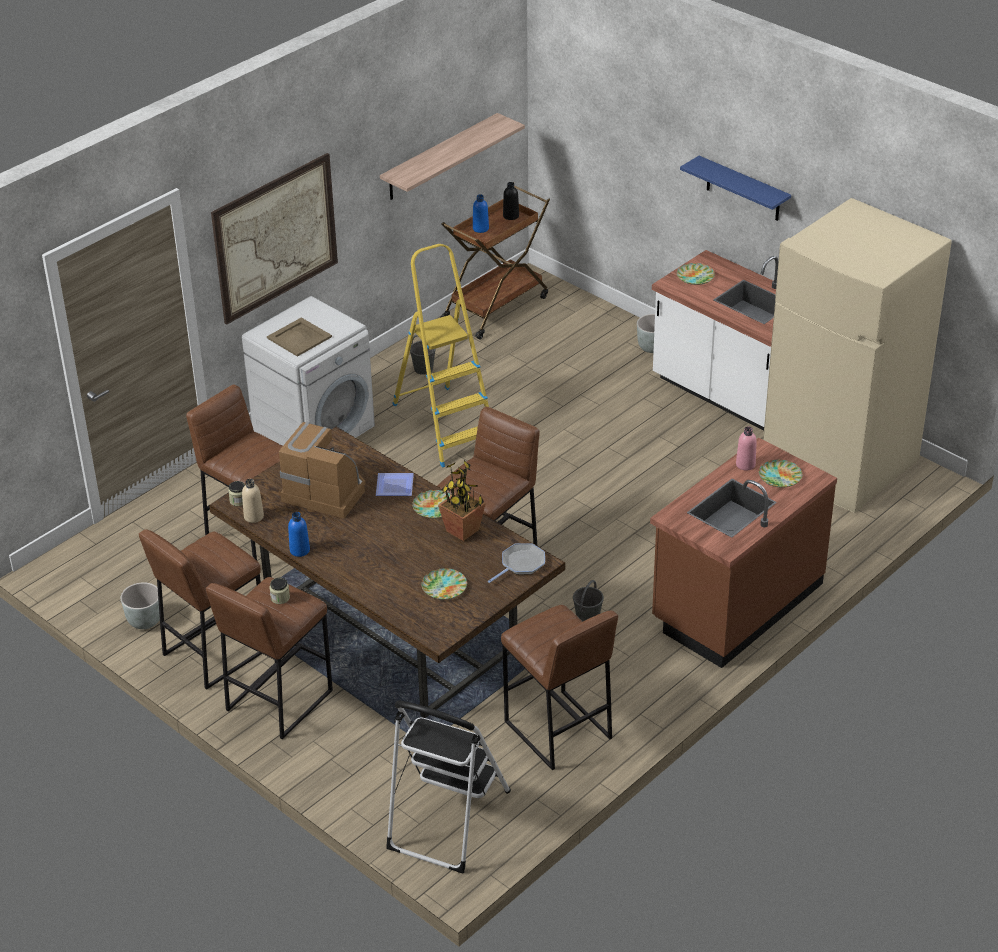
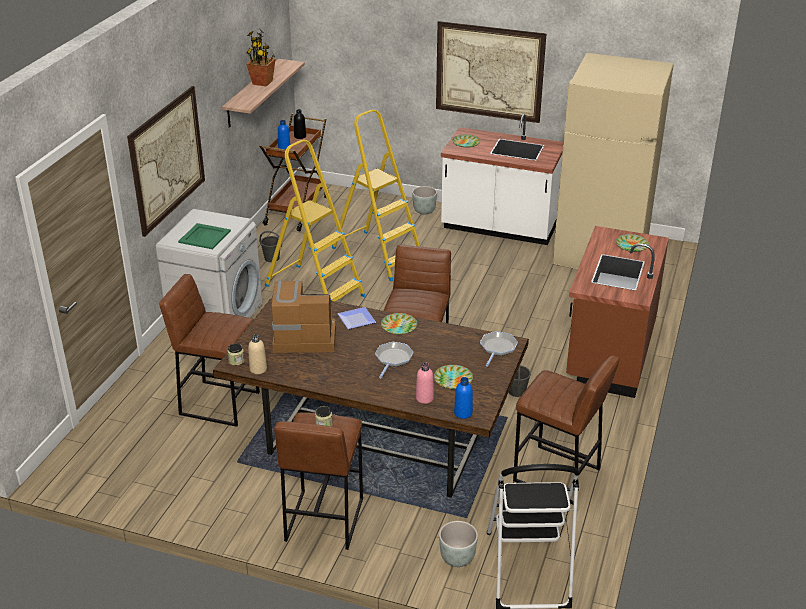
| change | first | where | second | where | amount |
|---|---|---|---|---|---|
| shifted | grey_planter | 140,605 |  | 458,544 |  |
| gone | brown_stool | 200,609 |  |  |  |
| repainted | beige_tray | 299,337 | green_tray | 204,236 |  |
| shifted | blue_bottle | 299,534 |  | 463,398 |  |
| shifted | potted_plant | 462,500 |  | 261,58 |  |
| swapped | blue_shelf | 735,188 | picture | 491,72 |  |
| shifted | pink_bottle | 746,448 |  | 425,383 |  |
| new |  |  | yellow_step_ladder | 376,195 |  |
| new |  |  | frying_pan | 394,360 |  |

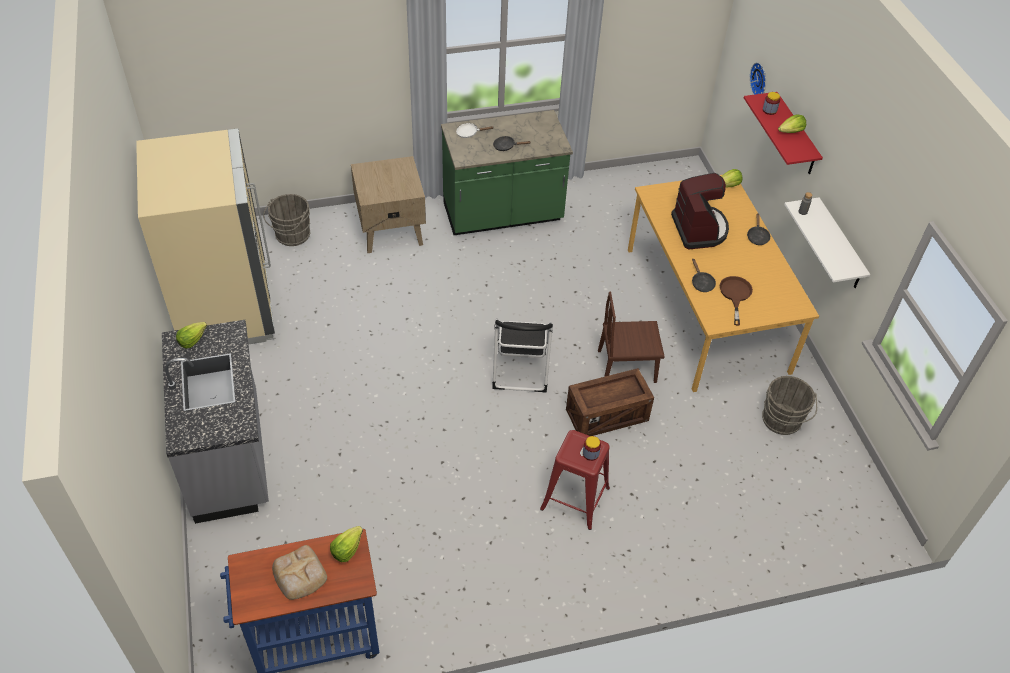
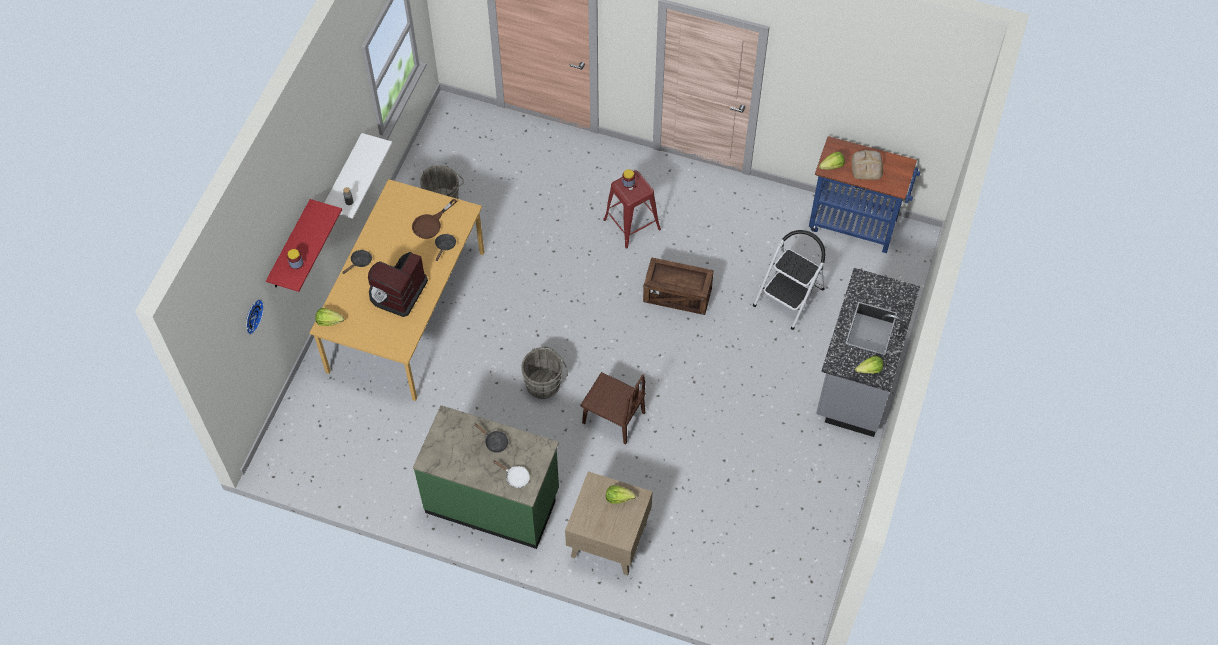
| change | first | where | second | where | amount |
|---|---|---|---|---|---|
| gone | beige_fridge | 205,237 |  |  |  |
| shifted | grey_bucket | 287,220 |  | 544,373 |  |
| shifted | step_ladder | 522,355 |  | 789,280 |  |
| shifted | crate | 610,402 |  | 678,286 |  |
| shifted | brown_chair | 631,337 |  | 613,408 |  |
| shifted | lettuce | 792,123 |  | 621,494 |  |

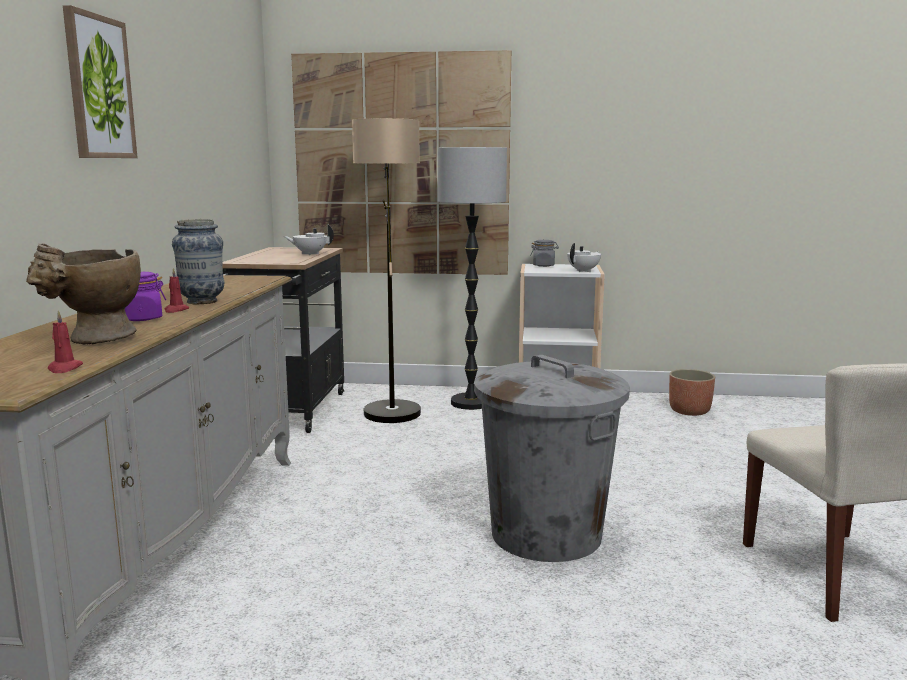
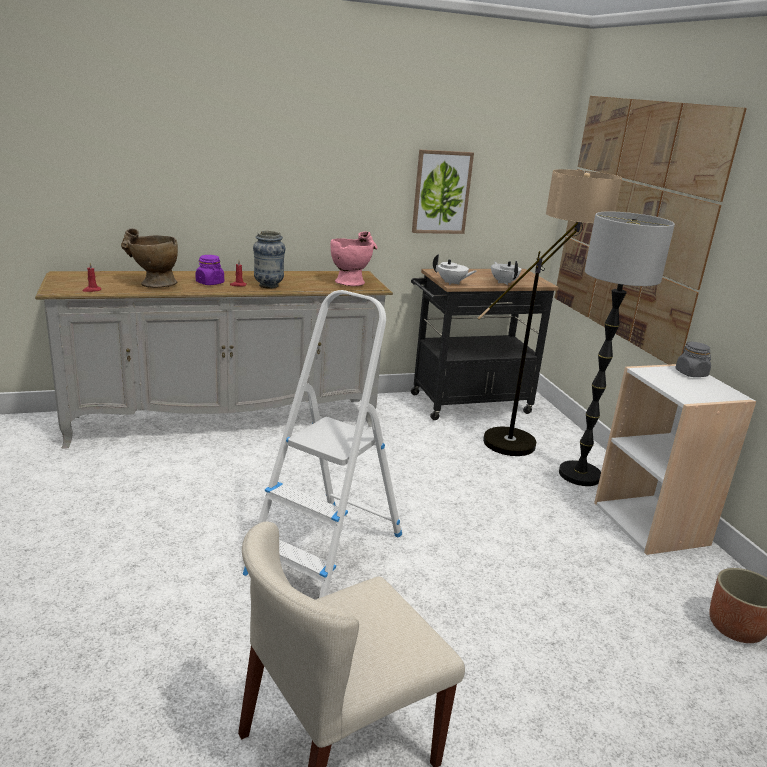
| change | first | where | second | where | amount |
|---|---|---|---|---|---|
| shifted | picture | 100,81 |  | 443,192 |  |
| swapped | grey_trash_can | 552,458 | white_step_ladder | 322,444 |  |
| shifted | white_teapot | 584,257 |  | 455,269 |  |
| new |  |  | pink_vase | 354,259 |  |

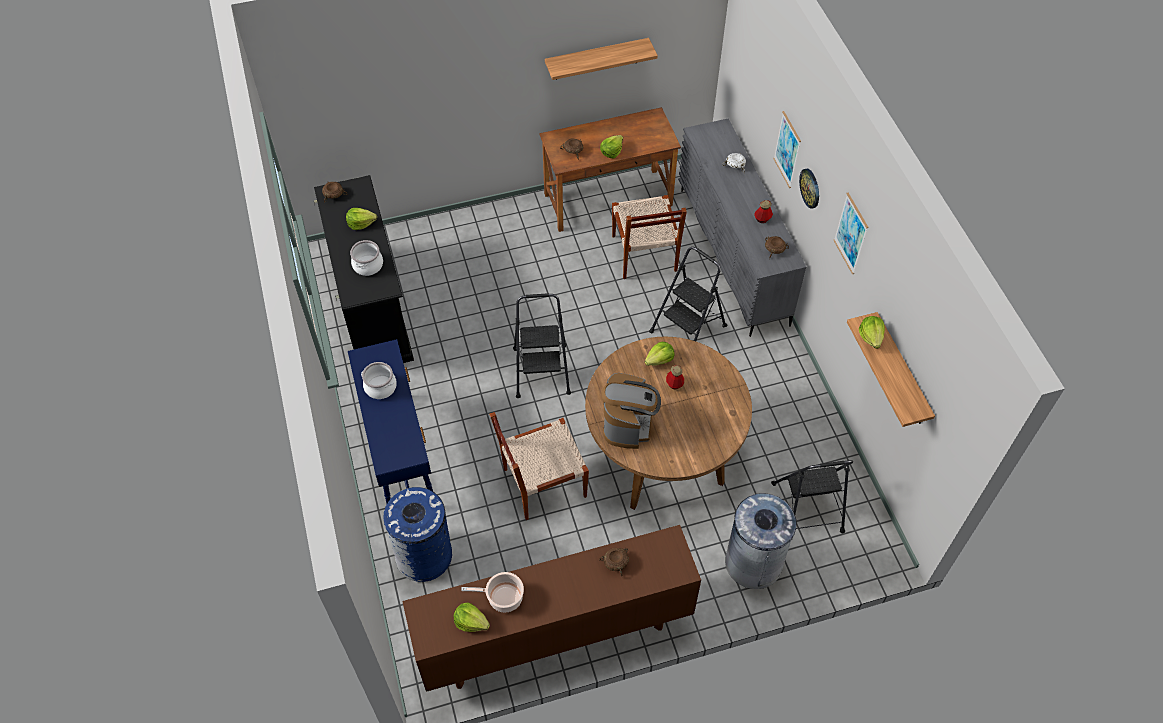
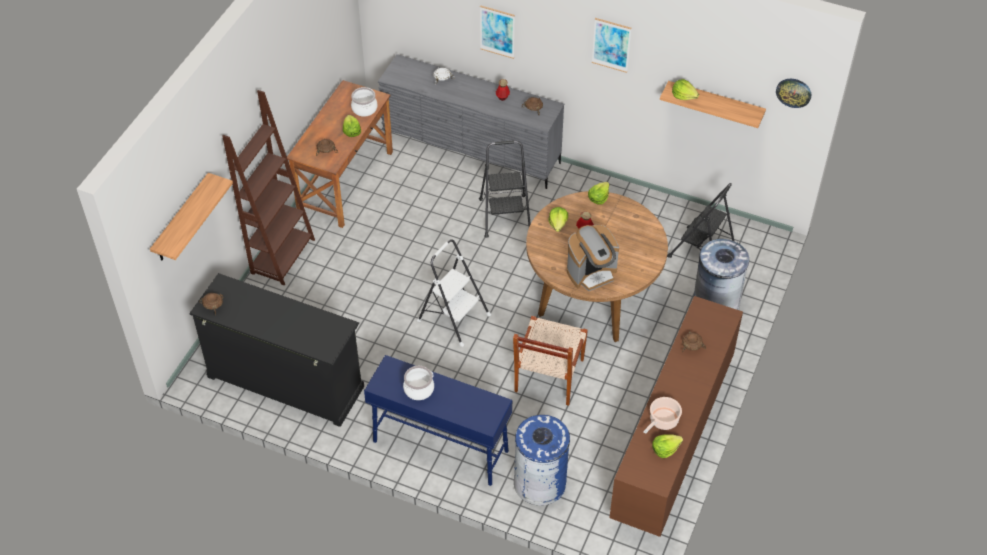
| change | first | where | second | where | amount |
|---|---|---|---|---|---|
| shifted | lettuce | 361,219 |  | 598,193 |  |
| shifted | cooking_pot | 366,258 |  | 364,102 |  |
| repainted | black_step_ladder | 542,345 | white_step_ladder | 453,293 |  |
| shifted | shelf | 601,59 |  | 191,217 |  |
| rotated | coffee_machine | 631,411 |  | 593,258 | 105 degrees clockwise |
| gone | chair | 649,237 |  |  |  |
| shifted | wall_clock | 809,189 |  | 793,93 |  |
| new |  |  | brown_bookcase | 268,188 |  |

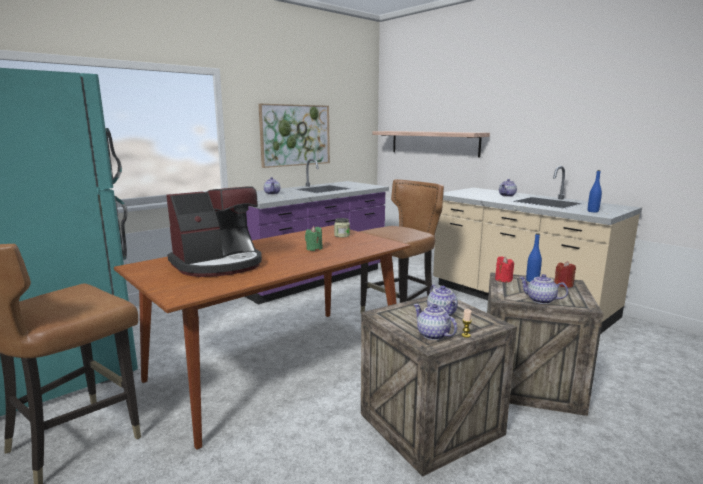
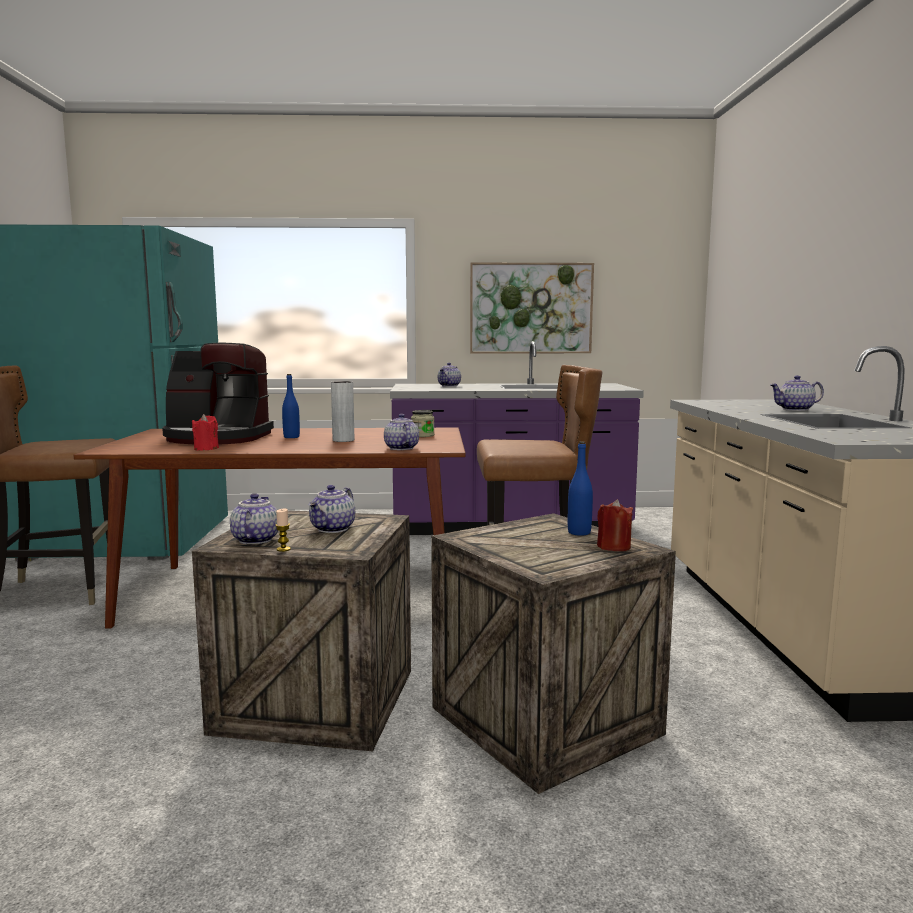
| change | first | where | second | where | amount |
|---|---|---|---|---|---|
| swapped | green_candle | 314,238 | grey_vase | 342,411 |  |
| gone | shelf | 431,144 |  |  |  |
| shifted | red_candle | 504,269 |  | 205,432 |  |
| shifted | teapot | 543,289 |  | 401,432 |  |
| shifted | blue_bottle | 595,191 |  | 291,406 |  |

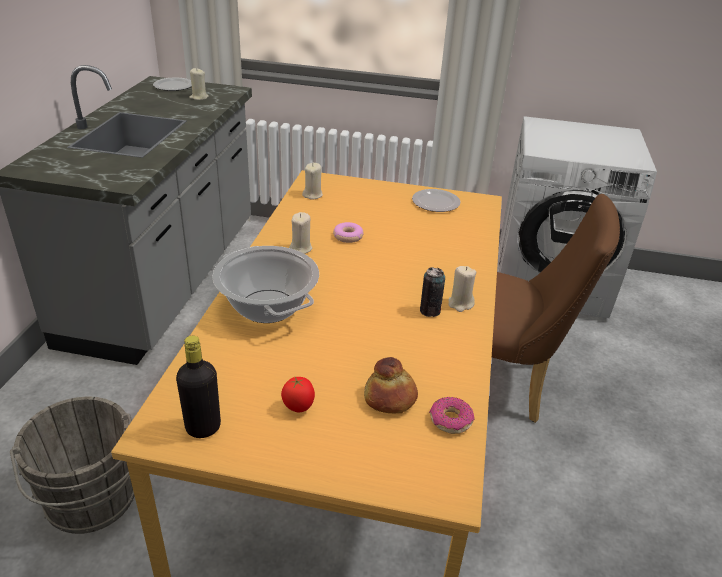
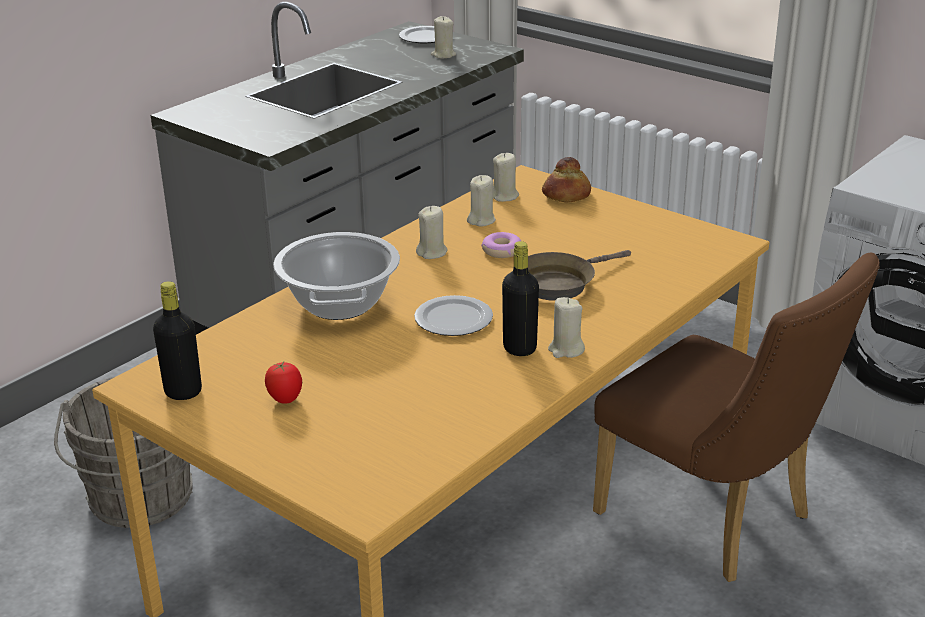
| change | first | where | second | where | amount |
|---|---|---|---|---|---|
| shifted | bread | 391,385 |  | 566,179 |  |
| shifted | plate | 436,200 |  | 453,315 |  |
| swapped | can | 432,292 | black_bottle | 520,298 |  |
| gone | donut | 452,415 |  |  |  |
| new |  |  | beige_candle | 481,201 |  |
| new |  |  | brown_frying_pan | 579,275 |  |

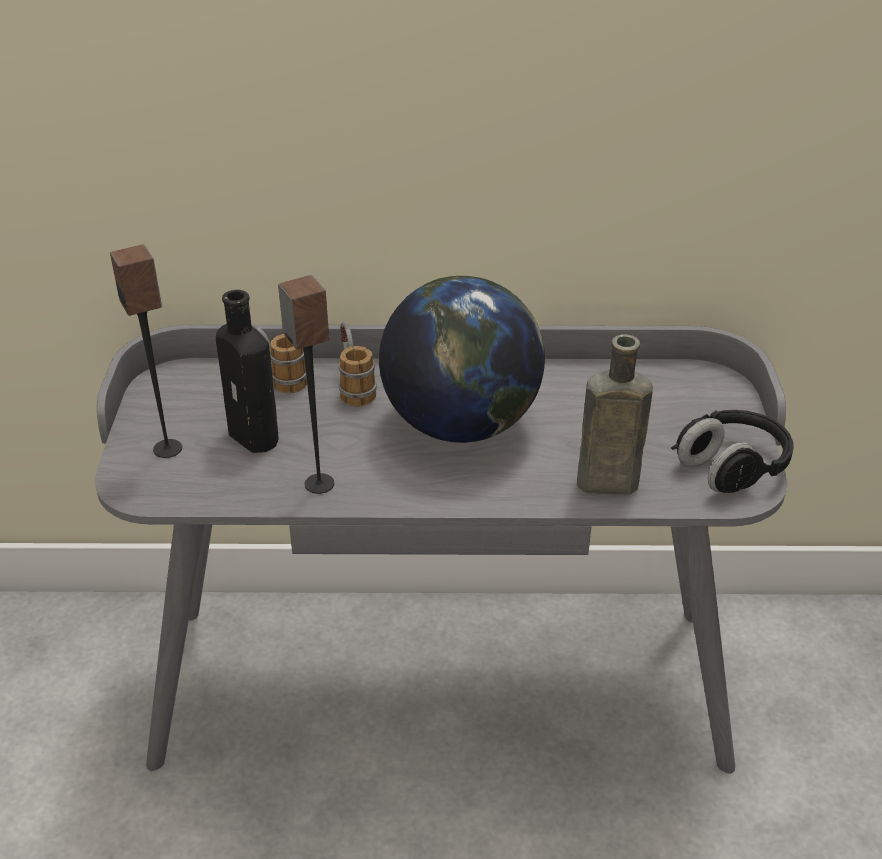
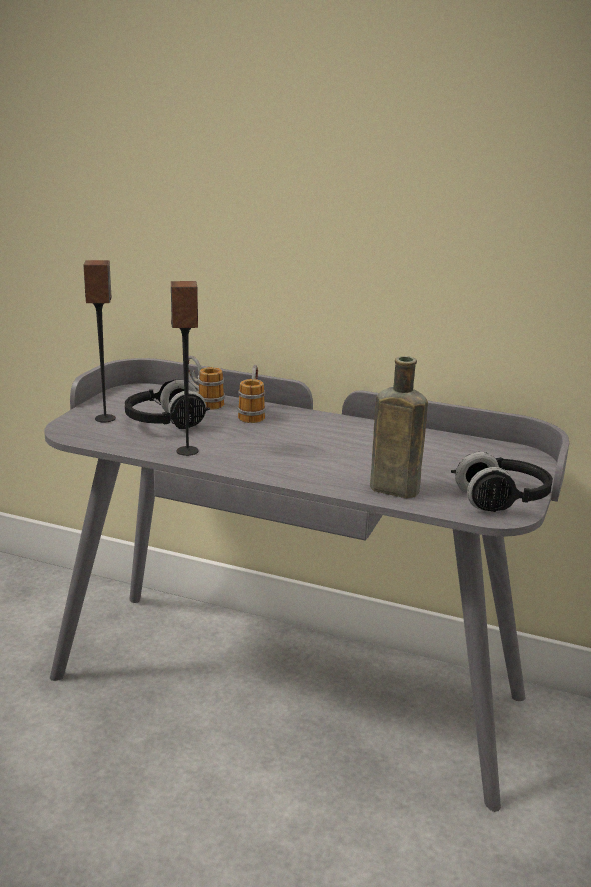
| change | first | where | second | where | amount |
|---|---|---|---|---|---|
| swapped | black_bottle | 247,371 | black_headphones | 167,404 |  |
| gone | globe | 462,359 |  |  |  |

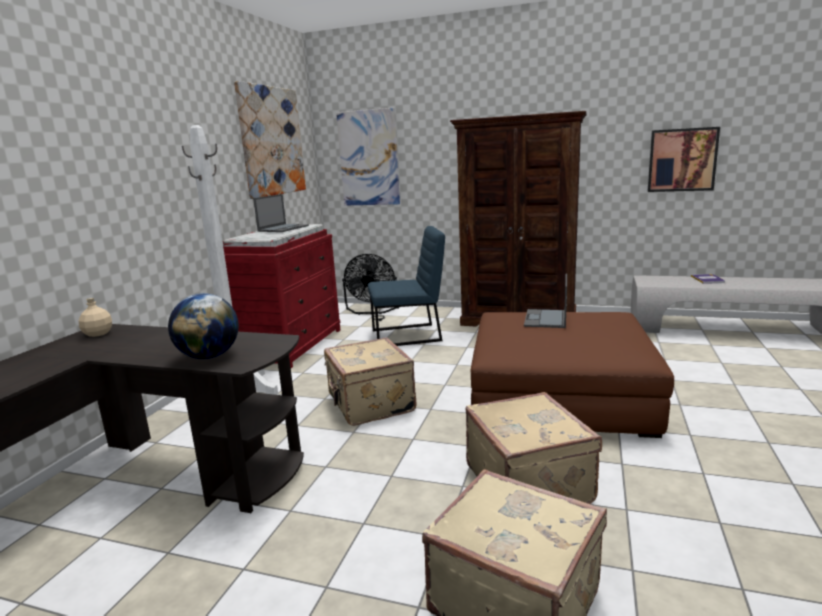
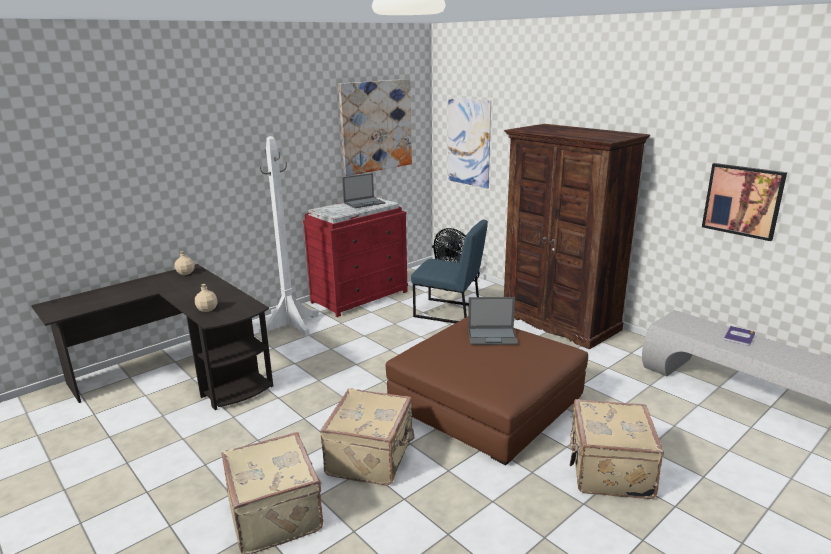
| change | first | where | second | where | amount |
|---|---|---|---|---|---|
| swapped | globe | 203,326 | beige_bottle | 206,298 |  |
| shifted | beige_suitcase | 370,381 |  | 616,449 |  |
| rotated | laptop | 545,301 |  | 493,321 | 135 degrees counterclockwise |

